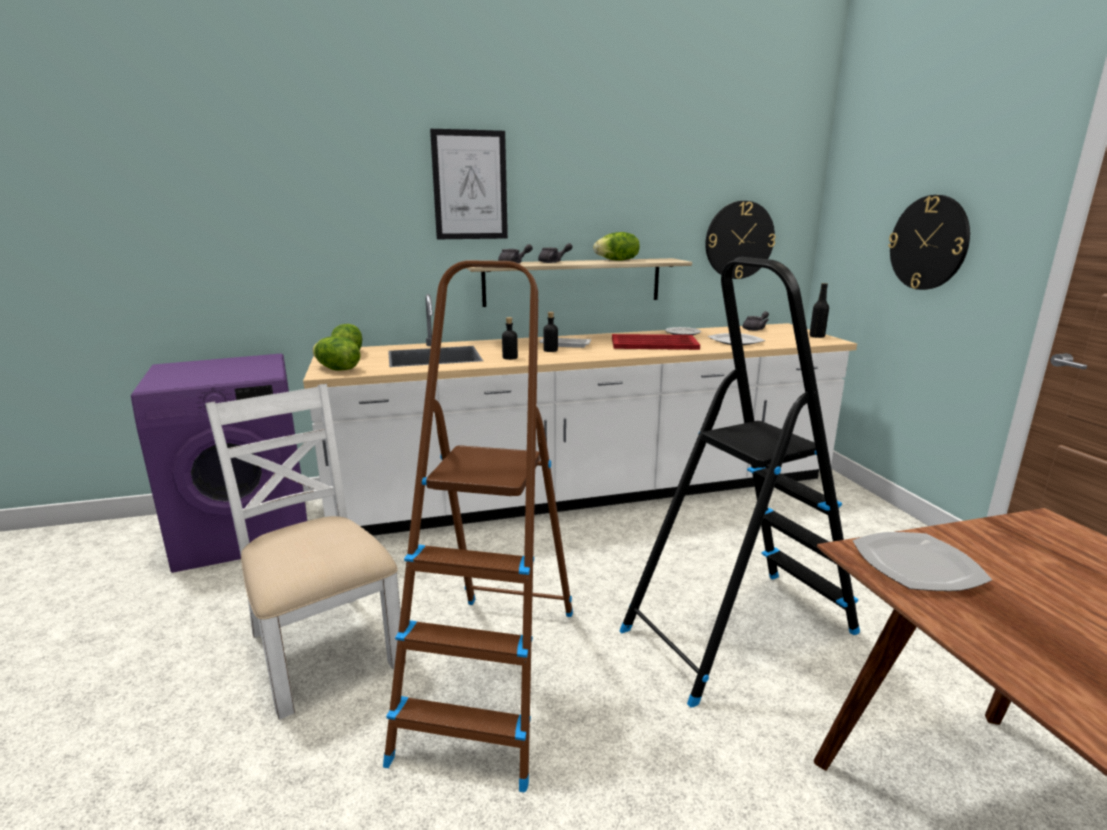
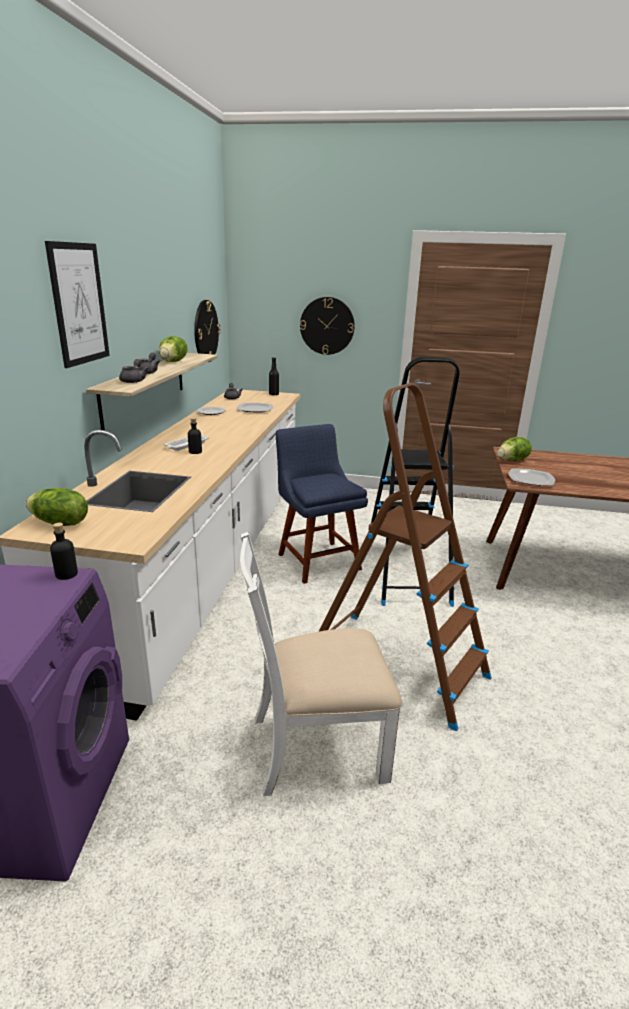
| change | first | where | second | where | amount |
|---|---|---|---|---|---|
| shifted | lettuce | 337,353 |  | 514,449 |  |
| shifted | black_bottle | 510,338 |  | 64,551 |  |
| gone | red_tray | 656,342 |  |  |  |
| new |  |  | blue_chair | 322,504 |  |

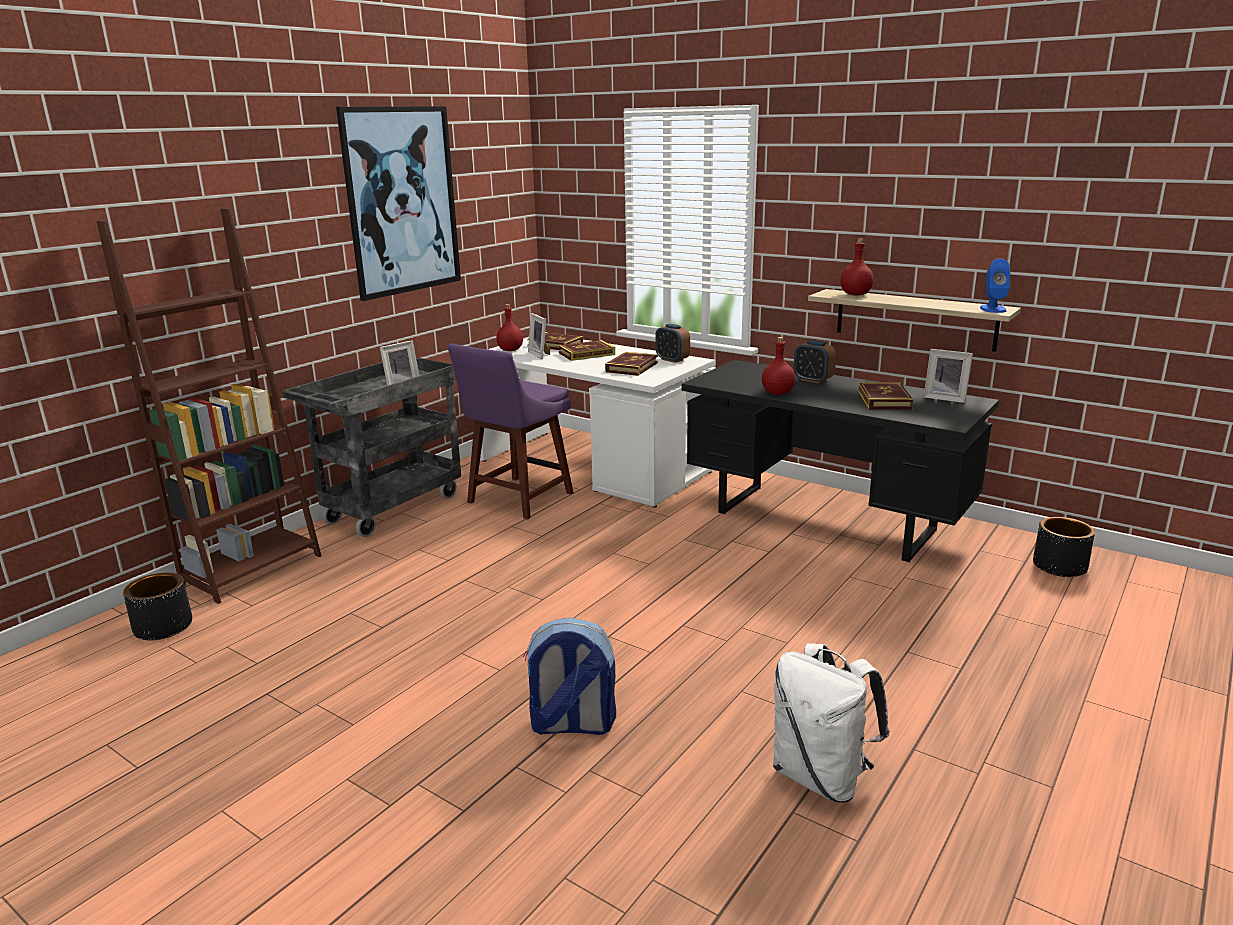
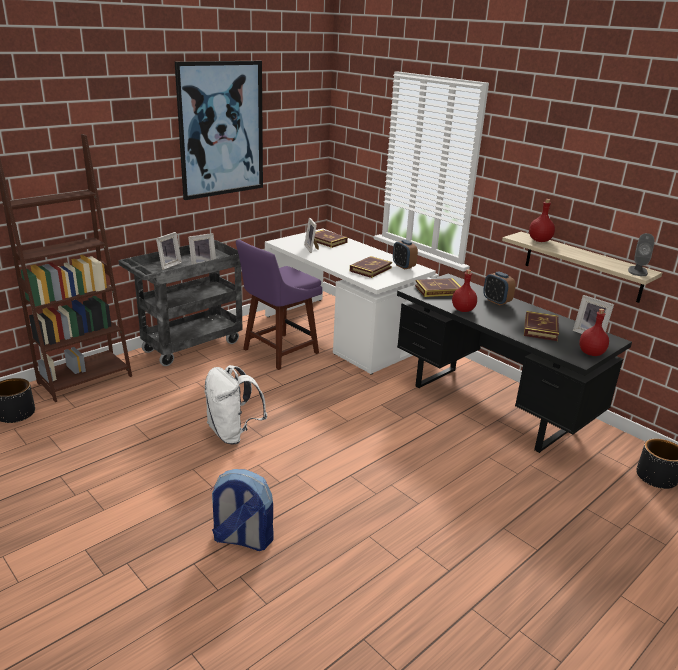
| change | first | where | second | where | amount |
|---|---|---|---|---|---|
| shifted | red_bottle | 509,327 |  | 594,332 |  |
| shifted | book | 587,350 |  | 438,287 |  |
| shifted | white_backpack | 831,723 |  | 235,404 |  |
| repainted | blue_speaker | 995,286 | grey_speaker | 641,254 |  |
| new |  |  | picture_frame | 169,251 |  |

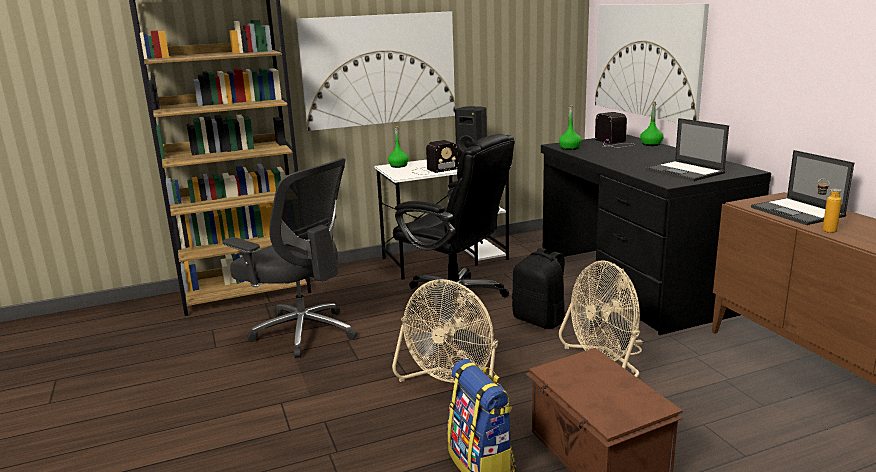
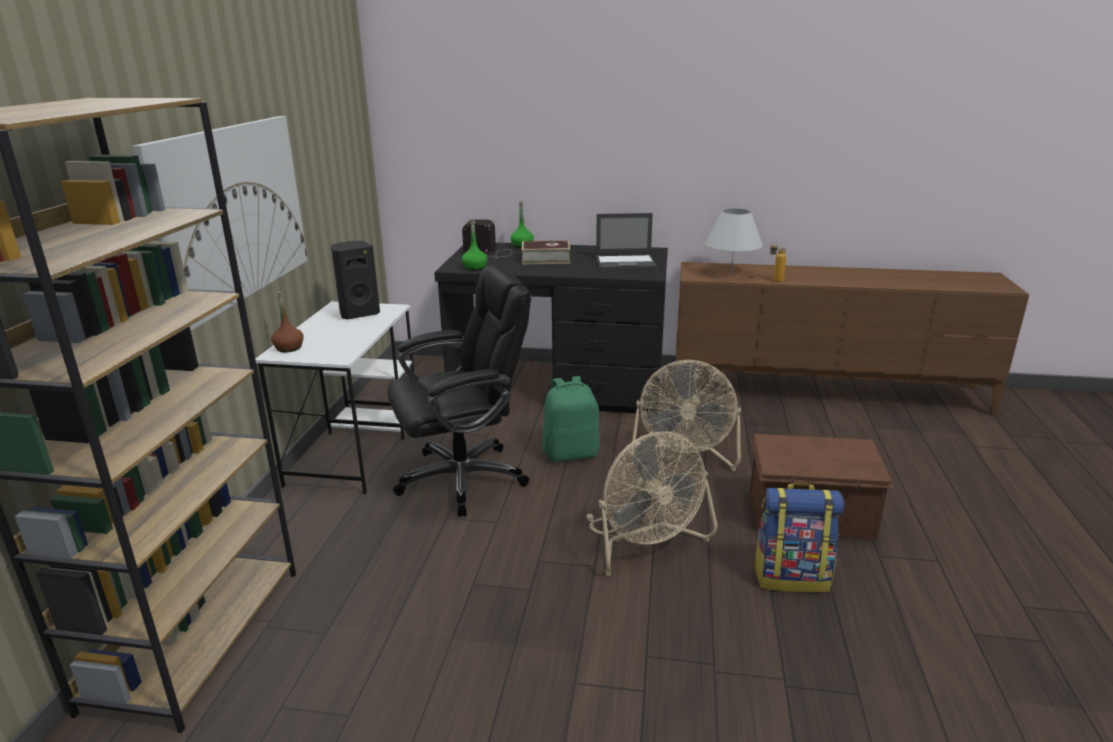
| change | first | where | second | where | amount |
|---|---|---|---|---|---|
| gone | office_chair | 290,258 |  |  |  |
| repainted | green_bottle | 398,147 | brown_bottle | 287,322 |  |
| gone | radio | 434,157 |  |  |  |
| repainted | black_backpack | 539,288 | green_backpack | 571,419 |  |
| gone | picture | 652,63 |  |  |  |
| swapped | laptop | 802,187 | white_table_lamp | 734,241 |  |
| new |  |  | book | 546,252 |  |

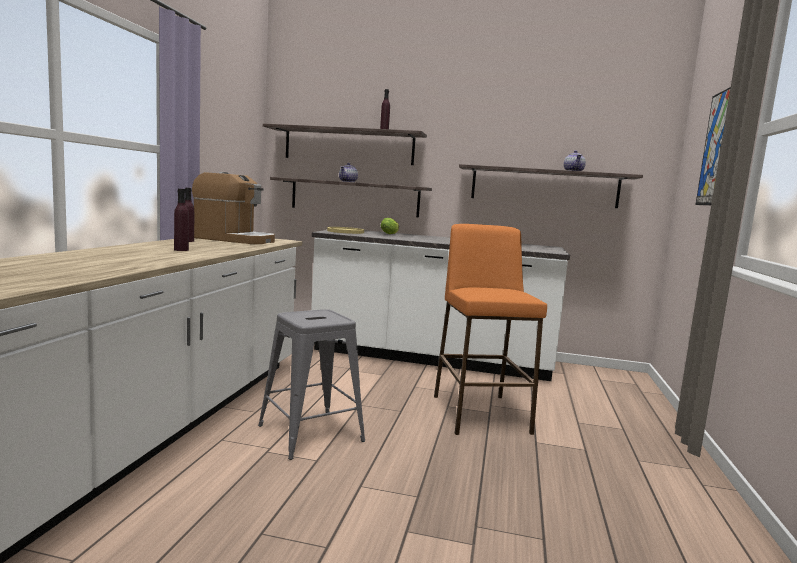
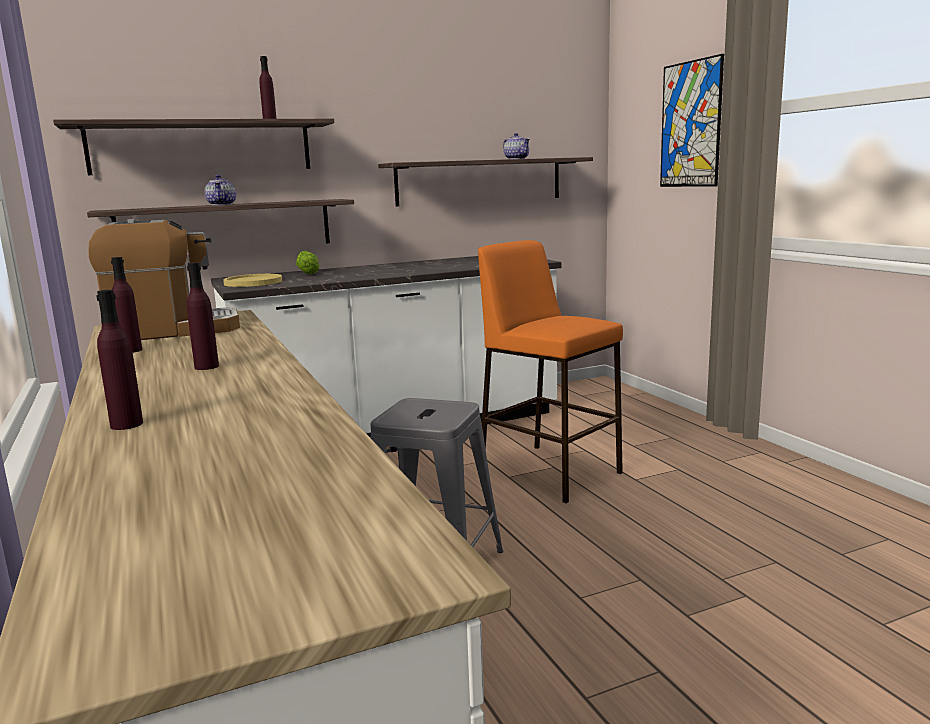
| change | first | where | second | where | amount |
|---|---|---|---|---|---|
| new |  |  | purple_bottle | 119,360 |  |

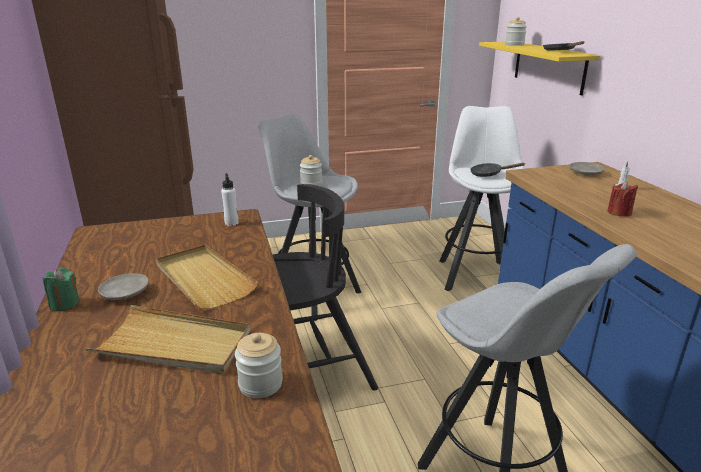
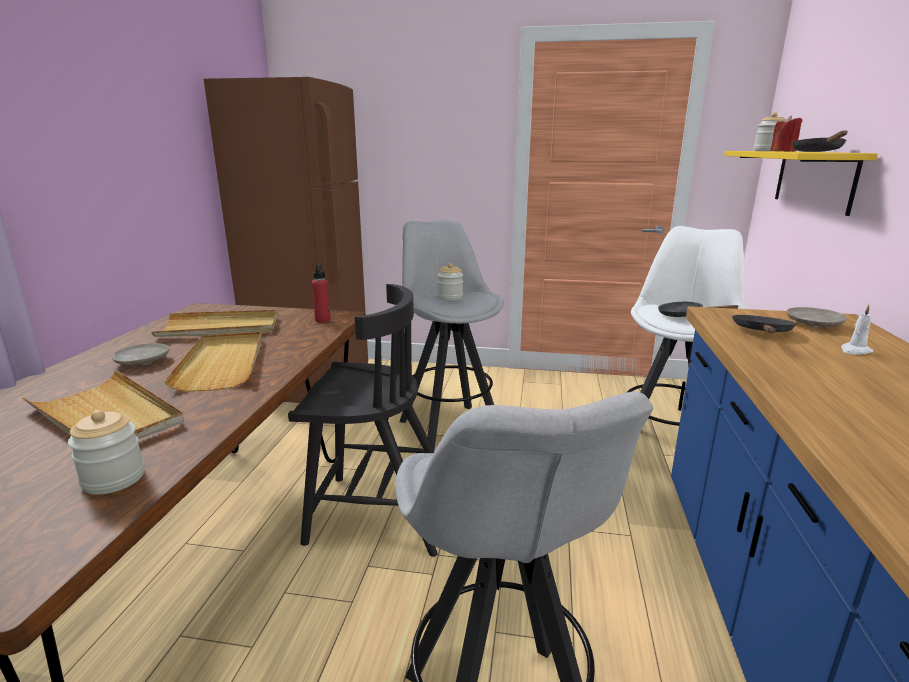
| change | first | where | second | where | amount |
|---|---|---|---|---|---|
| gone | green_candle | 61,289 |  |  |  |
| repainted | white_bottle | 230,199 | red_bottle | 321,293 |  |
| shifted | red_candle | 622,199 |  | 786,133 |  |
| new |  |  | beige_tray | 214,323 |  |
| new |  |  | black_frying_pan | 764,324 |  |

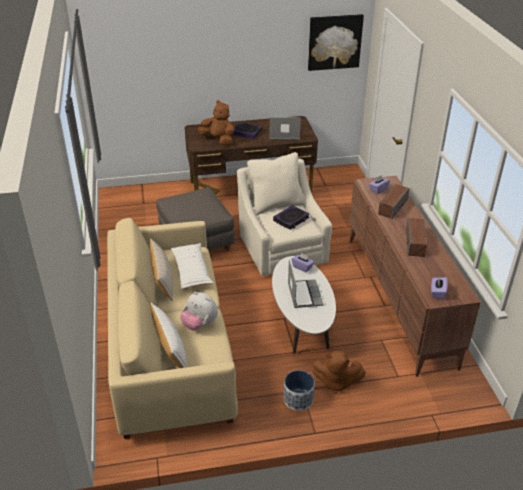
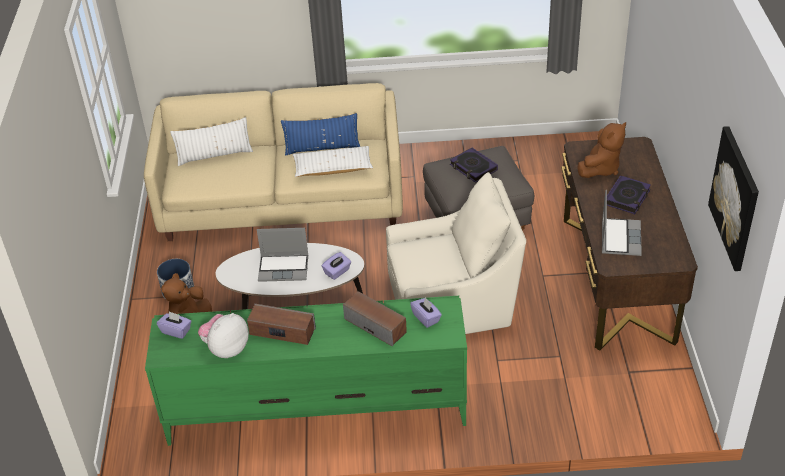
| change | first | where | second | where | amount |
|---|---|---|---|---|---|
| repainted | beige_pillow | 161,269 | blue_pillow | 320,134 |  |
| shifted | plush_toy | 199,311 |  | 223,335 |  |
| shifted | book | 291,217 |  | 474,165 |  |
| repainted | brown_cabinet | 415,276 | green_cabinet | 306,371 |  |

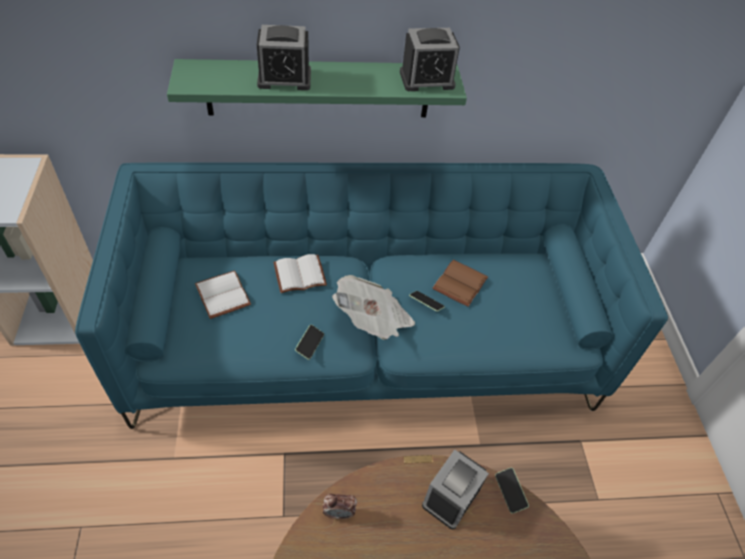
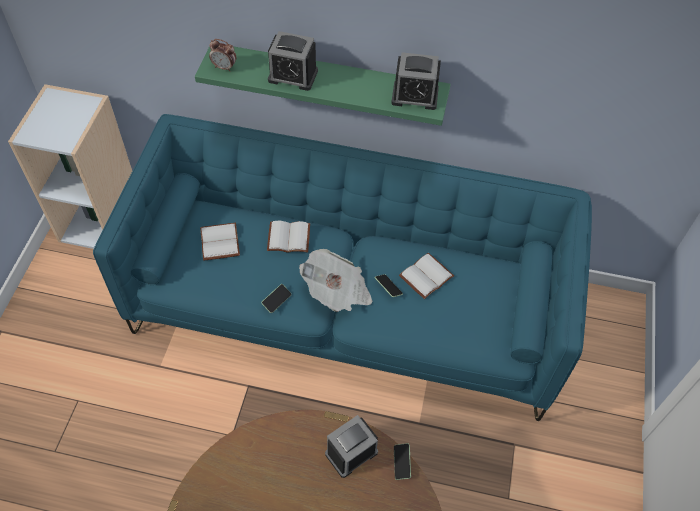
| change | first | where | second | where | amount |
|---|---|---|---|---|---|
| shifted | alarm_clock | 340,506 |  | 222,55 |  |
| repainted | brown_book | 460,283 | white_book | 426,276 |  |

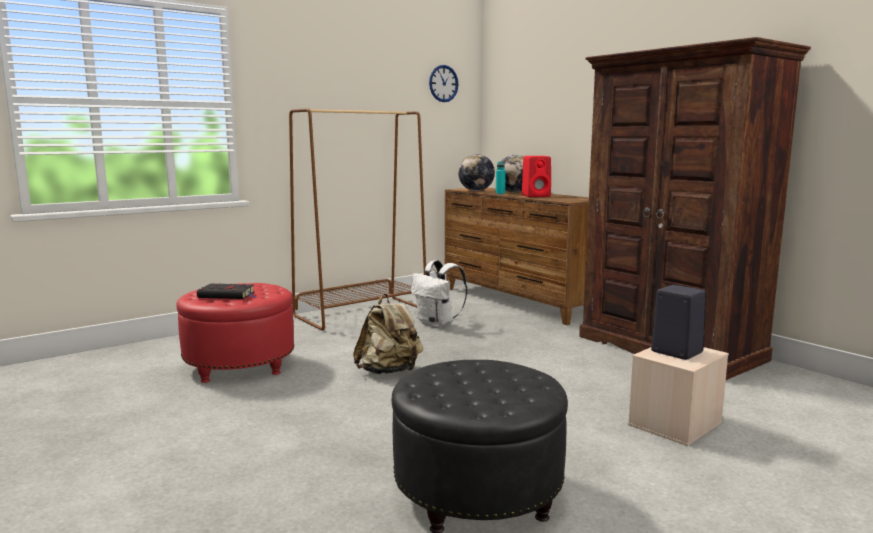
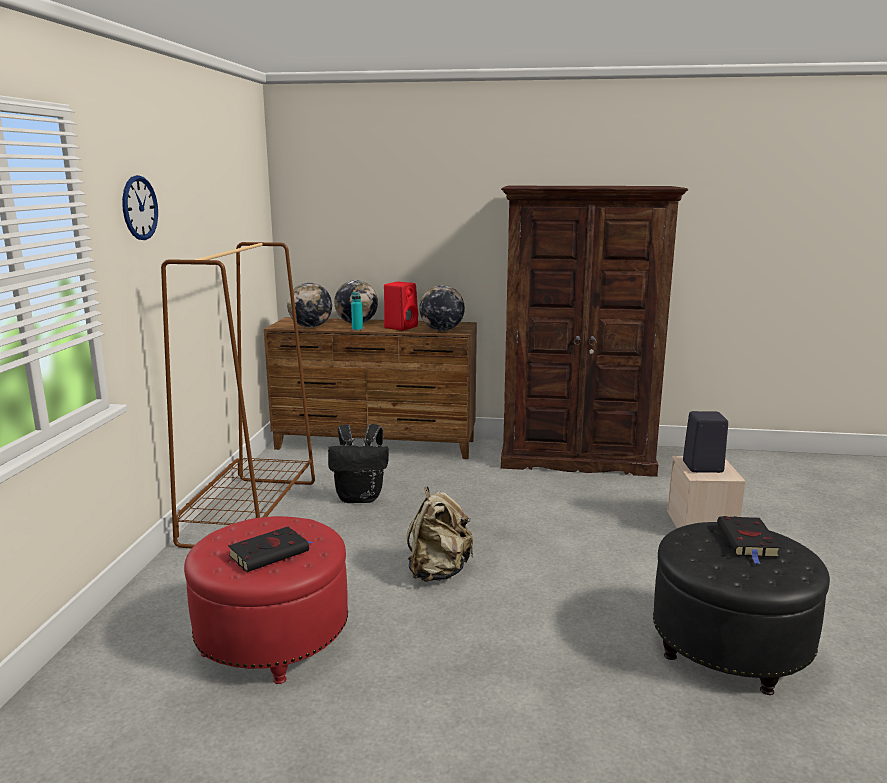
| change | first | where | second | where | amount |
|---|---|---|---|---|---|
| repainted | white_backpack | 439,294 | black_backpack | 358,463 |  |
| shifted | wall_clock | 444,83 |  | 140,207 |  |
| new |  |  | globe | 442,308 |  |
| new |  |  | black_book | 749,540 |  |

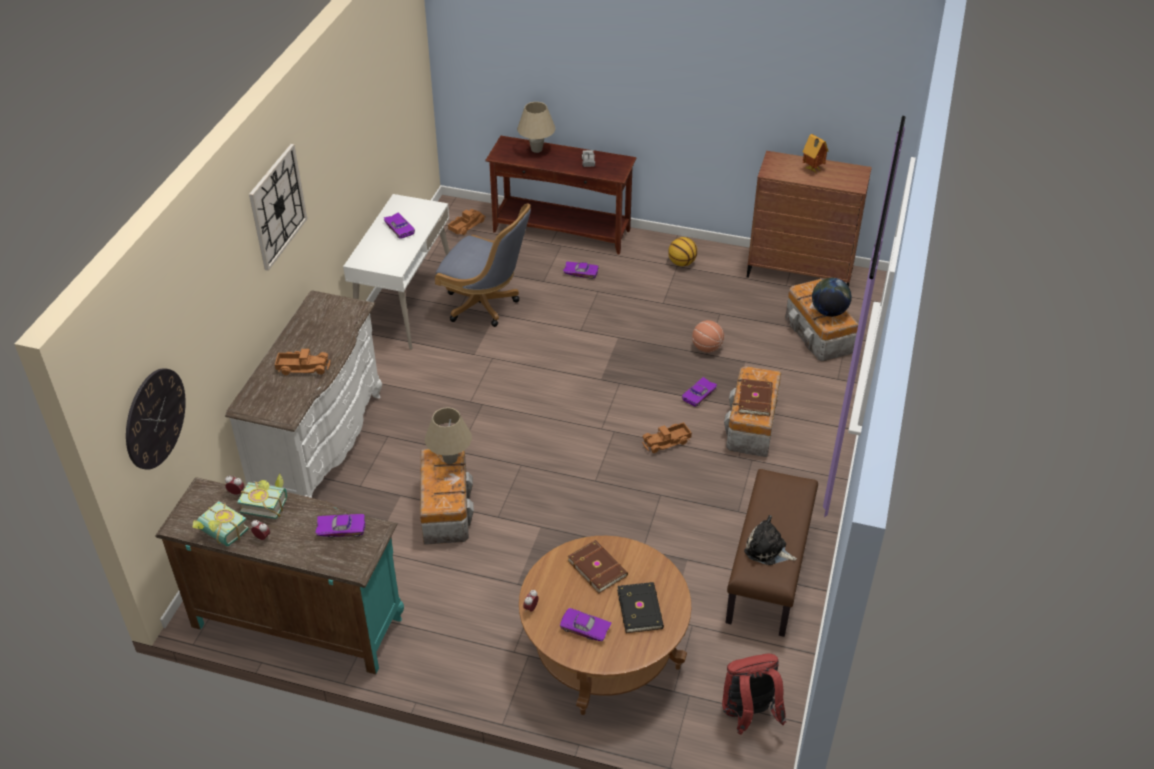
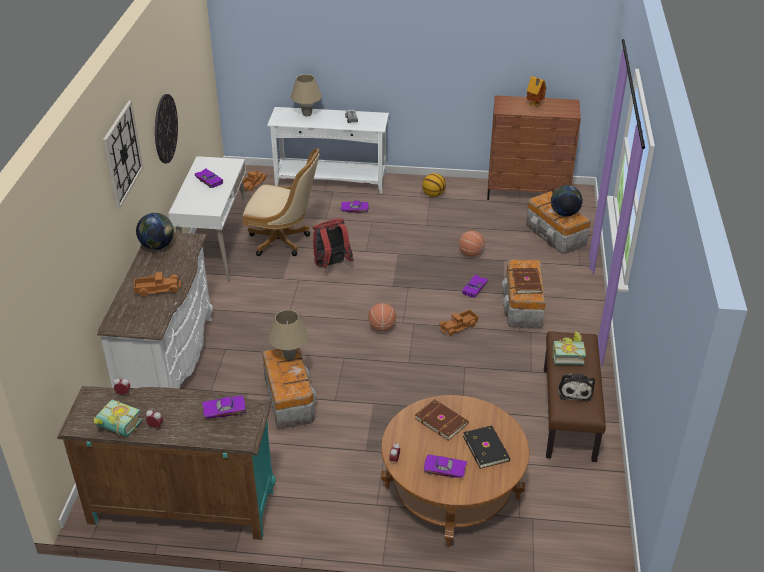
| change | first | where | second | where | amount |
|---|---|---|---|---|---|
| shifted | wall_clock | 156,419 |  | 166,129 |  |
| shifted | book | 262,496 |  | 569,348 |  |
| repainted | blue_office_chair | 483,265 | beige_office_chair | 281,202 |  |
| repainted | brown_console_table | 560,195 | white_console_table | 328,150 |  |
| shifted | red_backpack | 754,694 |  | 333,243 |  |
| rotated | plush_toy | 770,540 |  | 576,387 | 105 degrees counterclockwise |
| new |  |  | globe | 155,231 |  |
| new |  |  | basketball | 382,317 |  |

